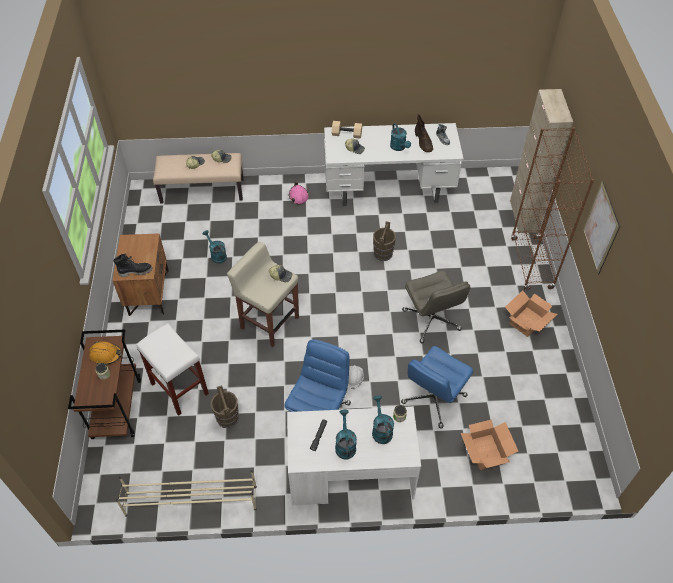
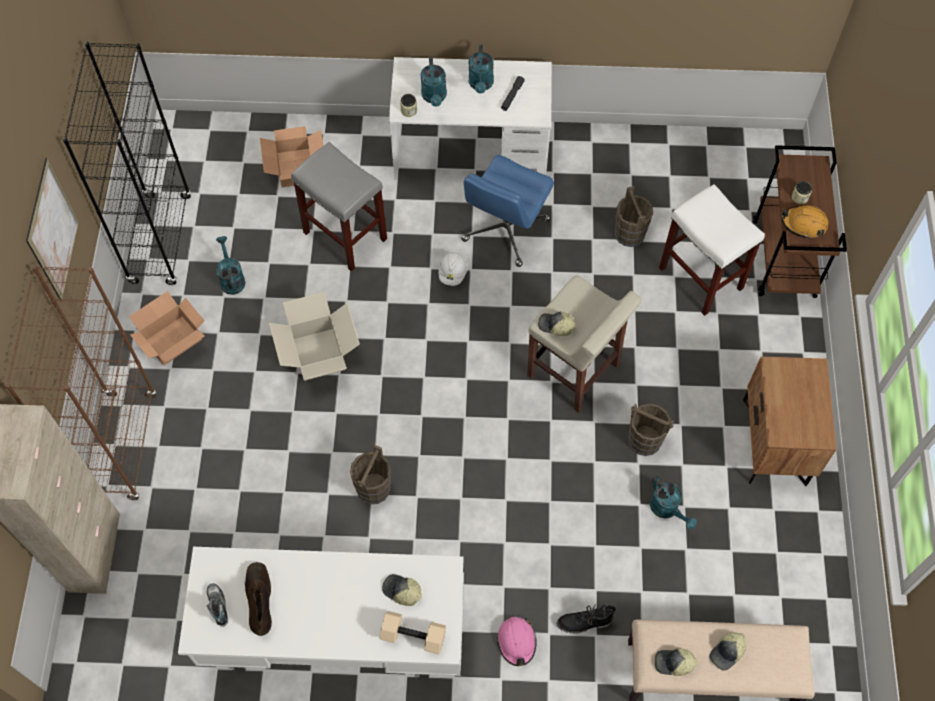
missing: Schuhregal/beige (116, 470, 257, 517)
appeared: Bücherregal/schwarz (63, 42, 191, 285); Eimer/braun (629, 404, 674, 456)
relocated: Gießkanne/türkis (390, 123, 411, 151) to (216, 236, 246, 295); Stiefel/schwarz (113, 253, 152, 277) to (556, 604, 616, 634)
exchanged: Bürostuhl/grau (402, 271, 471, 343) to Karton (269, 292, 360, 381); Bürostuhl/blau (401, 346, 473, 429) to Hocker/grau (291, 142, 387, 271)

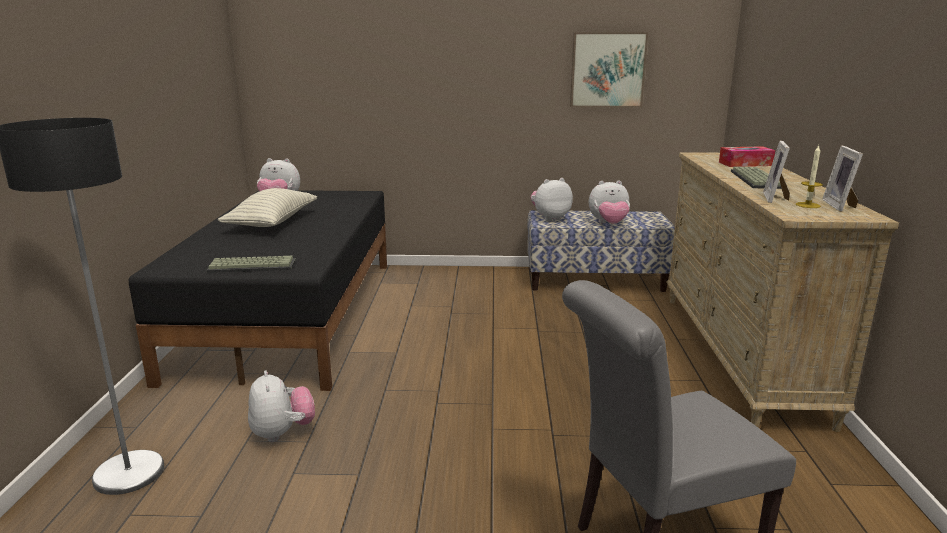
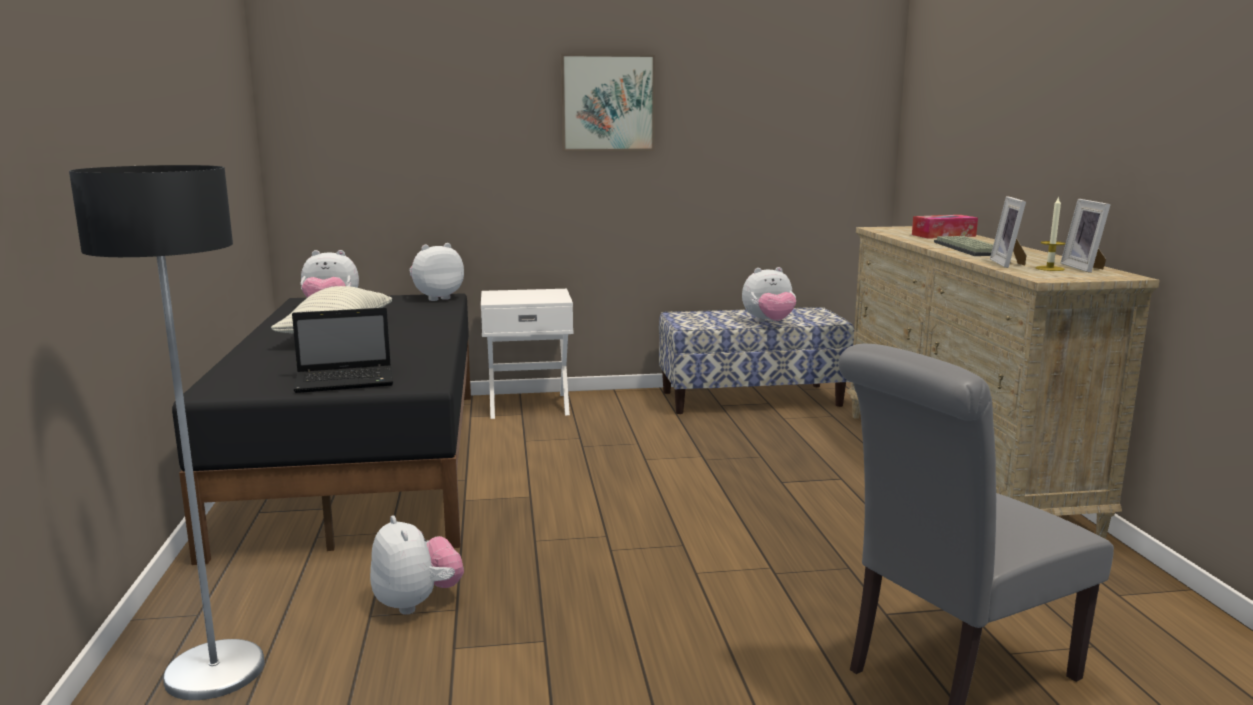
appeared: Nachttisch/weiß (481, 289, 573, 419)
relocated: Plüschtier (530, 178, 573, 221) to (409, 243, 464, 301); Bild (570, 32, 648, 107) to (561, 54, 655, 151)
exchanged: Tastatur (206, 256, 296, 273) to Laptop (292, 307, 393, 393)

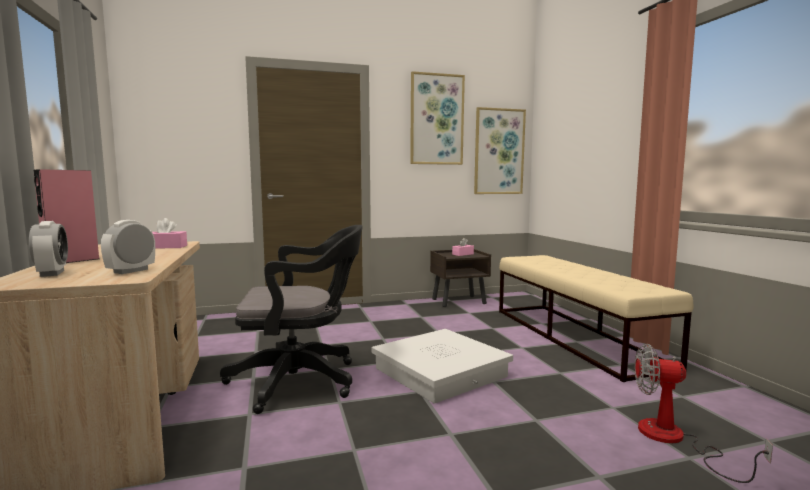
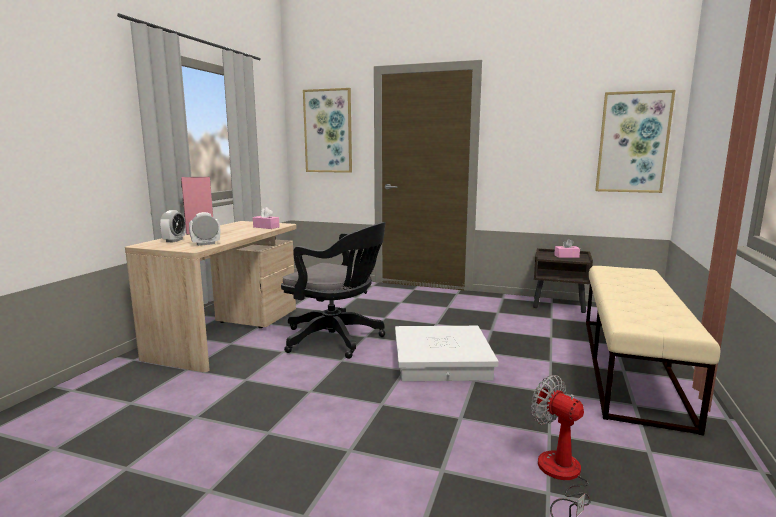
relocated: Bild (410, 71, 465, 165) to (303, 88, 352, 173)

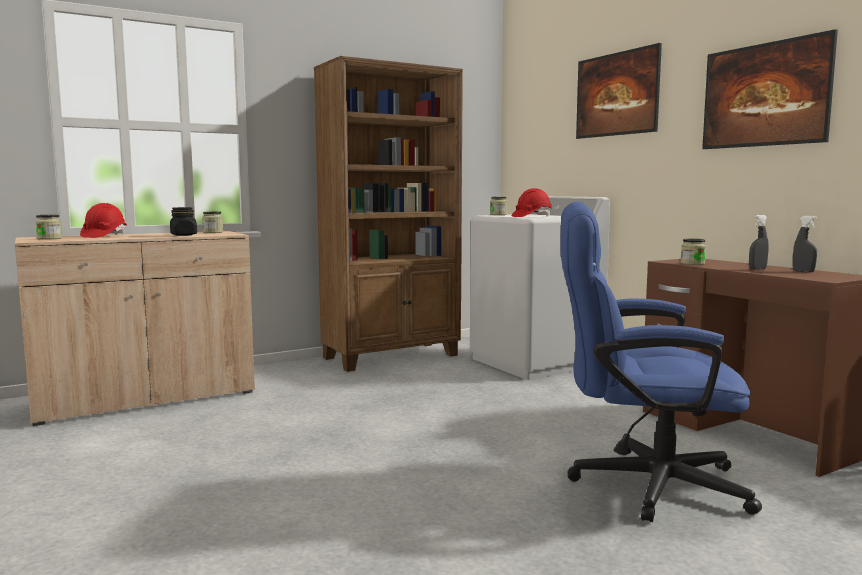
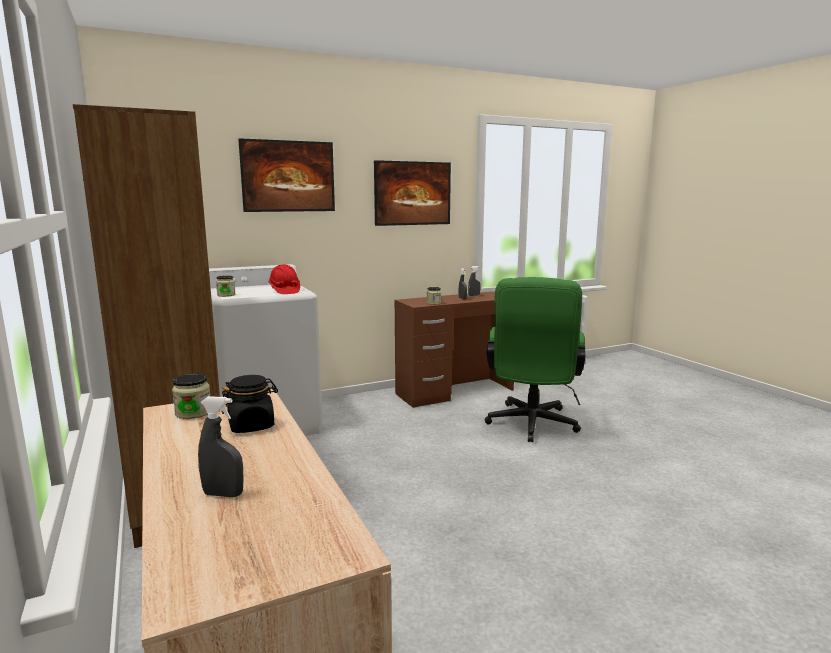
missing: Vorratsglas (35, 215, 62, 240)
exchanged: Schutzhelm/rot (80, 203, 127, 238) to Sprühflasche/grau (198, 396, 243, 497)
colour: Bürostuhl/blau (561, 201, 762, 522) to Bürostuhl/grün (485, 277, 585, 442)

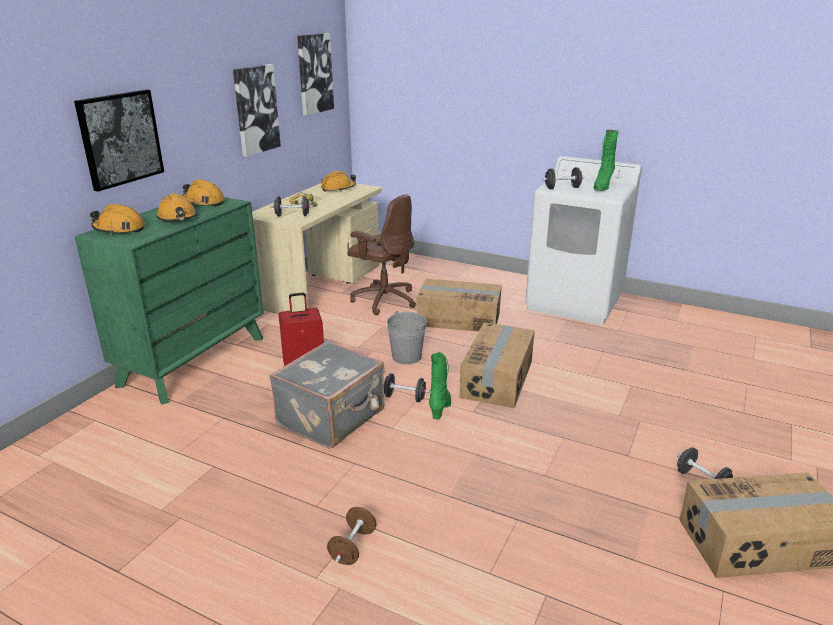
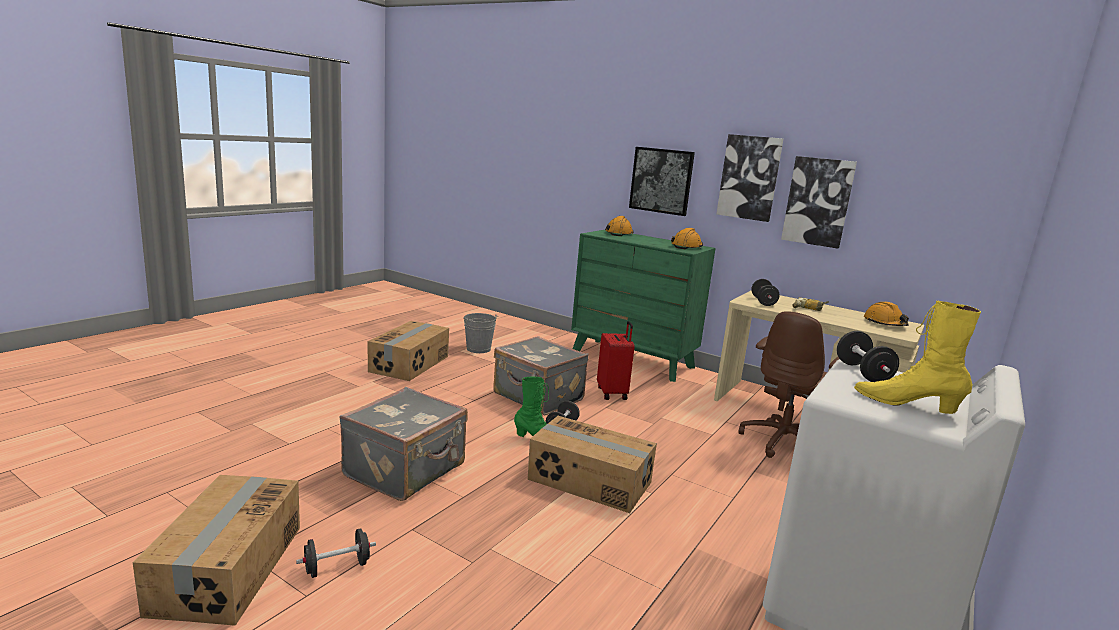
missing: Schutzhelm/orange (156, 194, 197, 221); Hantel/braun (327, 507, 377, 565)
appeared: Koffer/grau (339, 387, 468, 501)
relocated: Karton (417, 279, 502, 332) to (367, 321, 449, 381); Eimer/grau (387, 311, 427, 364) to (463, 313, 498, 353); Bild (297, 33, 334, 116) to (716, 134, 783, 222)
colour: Stiefel/grün (593, 130, 619, 191) to Stiefel/gelb (854, 301, 981, 414)

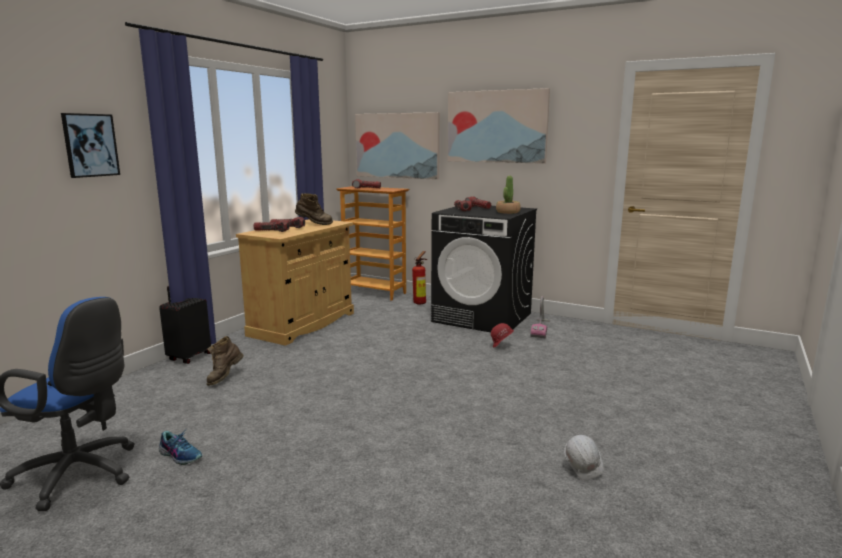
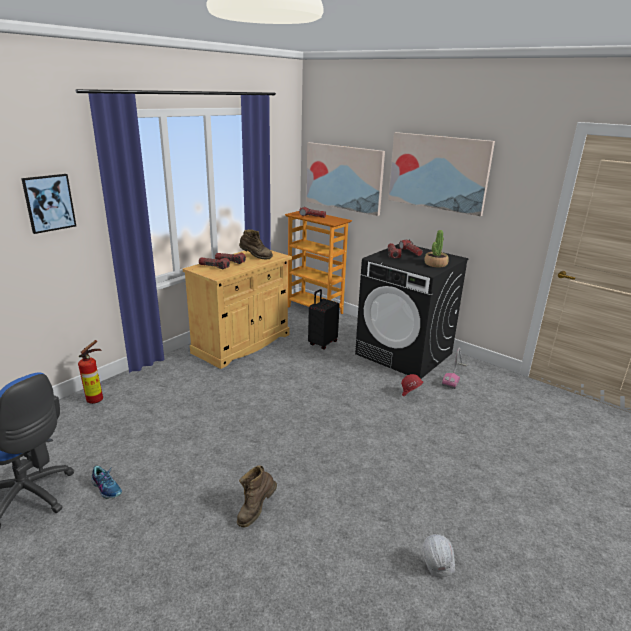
relocated: Feuerlöscher (412, 251, 427, 304) to (78, 340, 103, 404); Stiefel/braun (206, 336, 244, 386) to (237, 465, 277, 527); Koffer/schwarz (159, 286, 211, 364) to (308, 289, 340, 350)

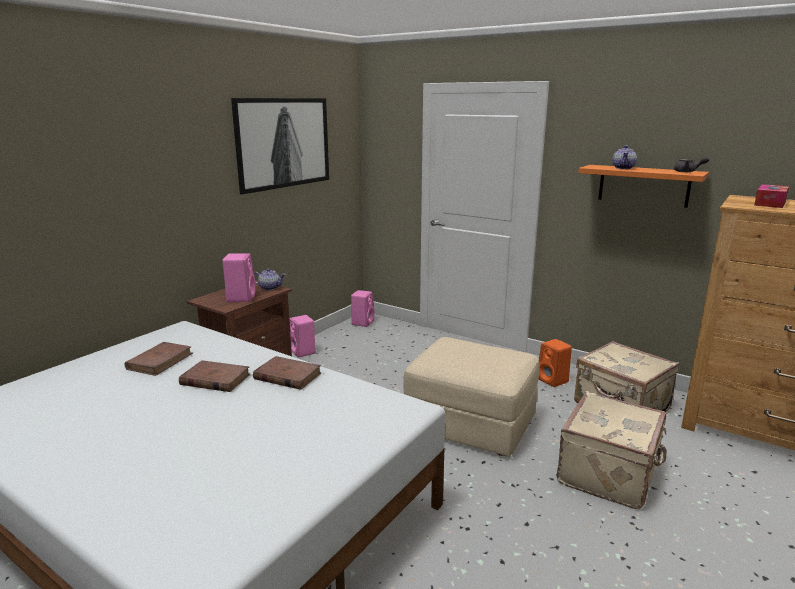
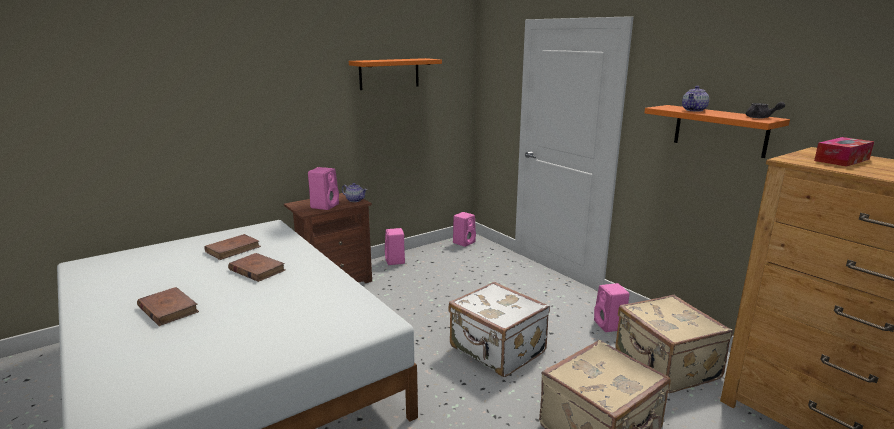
relocated: Buch/braun (253, 356, 321, 390) to (137, 287, 199, 326)
exchanged: Bild (231, 98, 329, 194) to Wandregal/orange (349, 58, 442, 90); Polsterhocker/beige (403, 337, 539, 457) to Koffer/weiß (448, 282, 550, 377)
colour: Lautsprecher/orange (539, 339, 572, 387) to Lautsprecher/rosa (594, 283, 629, 332)

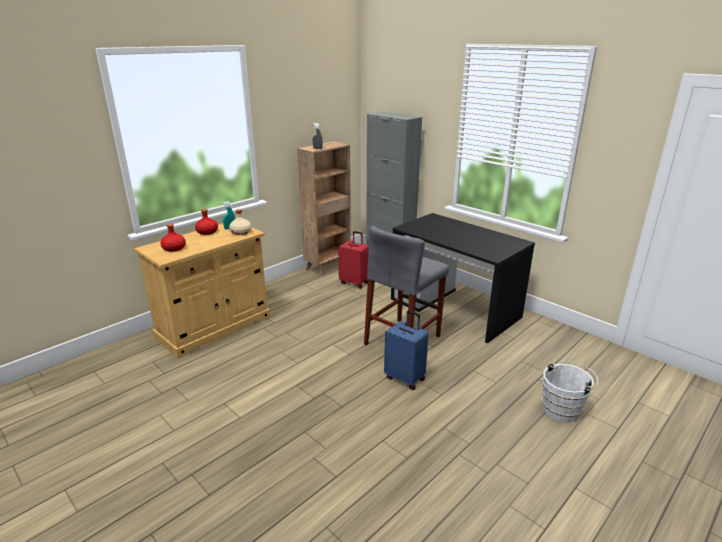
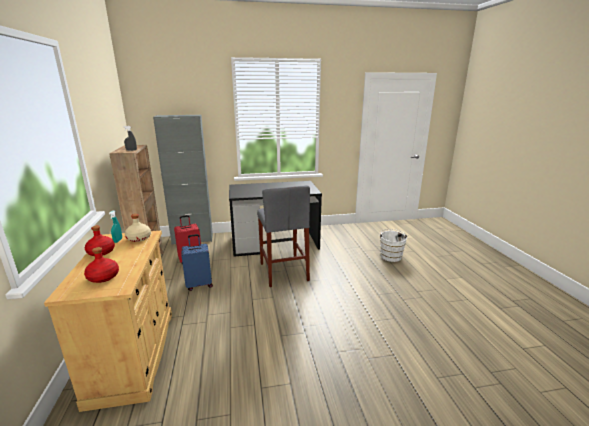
relocated: Koffer/blau (384, 310, 428, 390) to (182, 234, 213, 291)

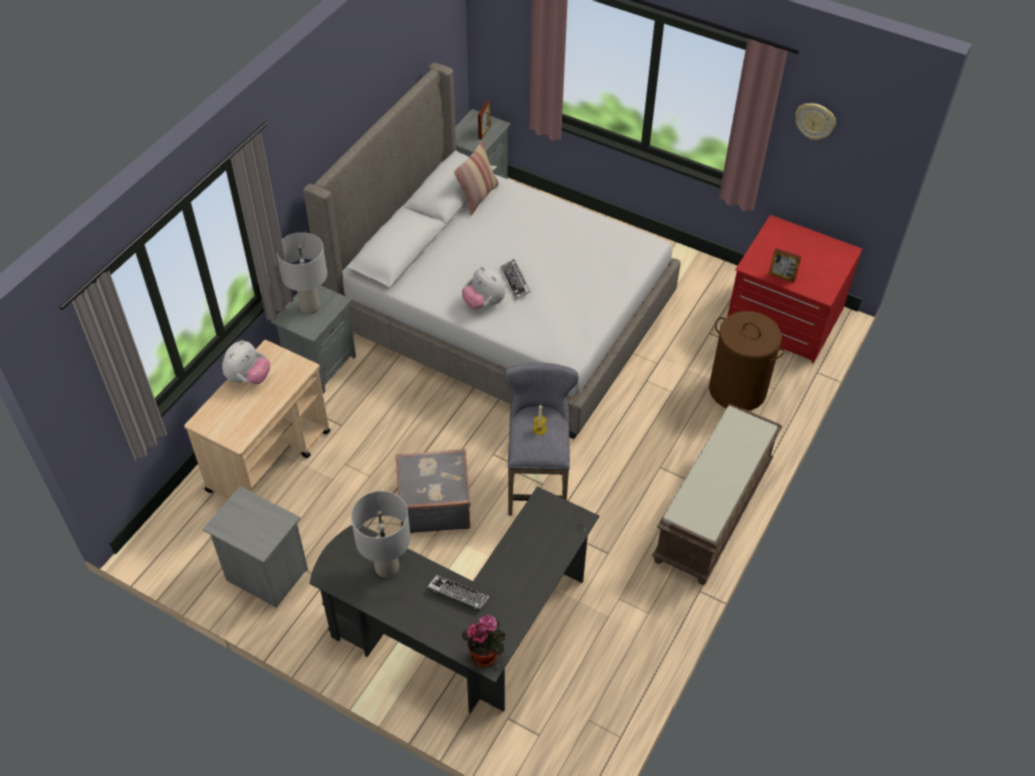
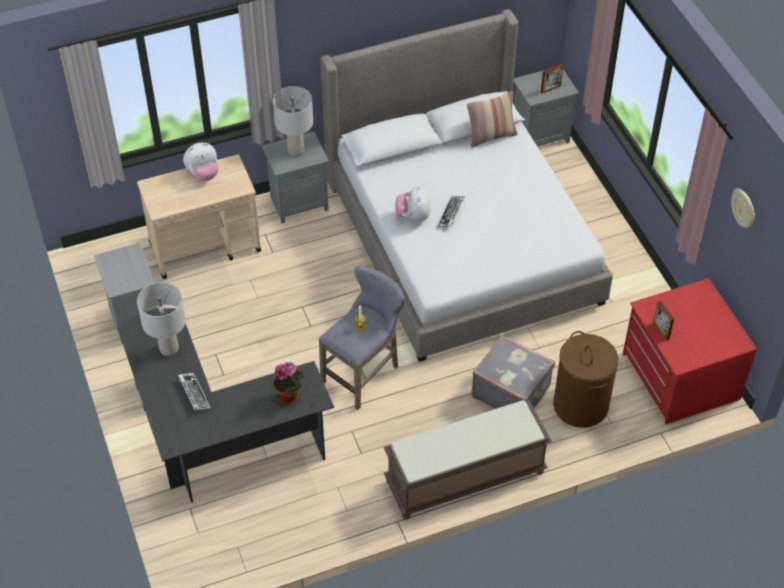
relocated: Topfpflanze (462, 615, 506, 668) to (273, 362, 304, 405); Koffer/grau (396, 449, 471, 533) to (471, 335, 555, 409)

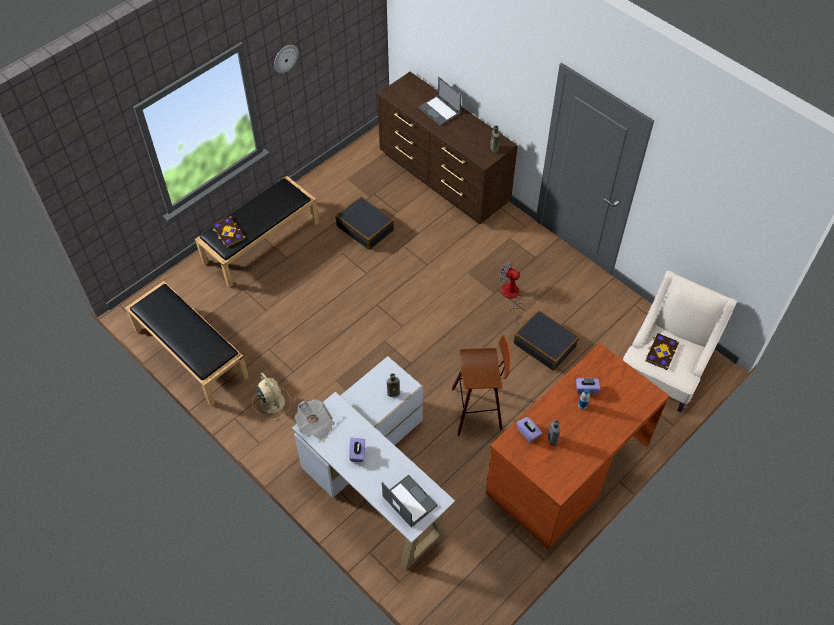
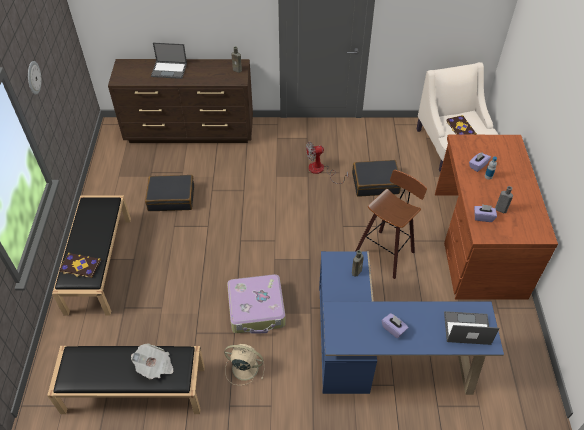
appeared: Koffer (227, 274, 286, 334)
relocated: Zeitung (295, 400, 335, 442) to (131, 343, 174, 379)
colour: Schreibtisch/weiß (292, 356, 455, 570) to Schreibtisch/blau (319, 251, 504, 395)

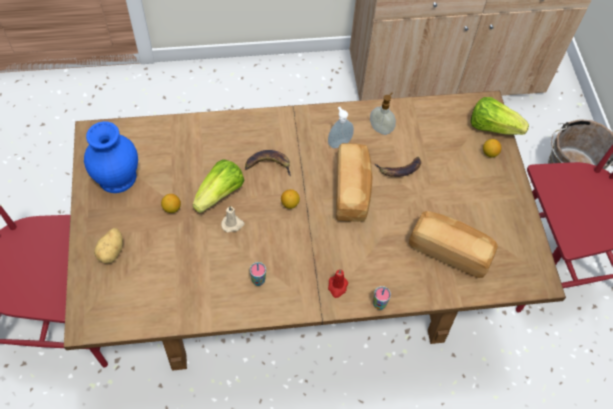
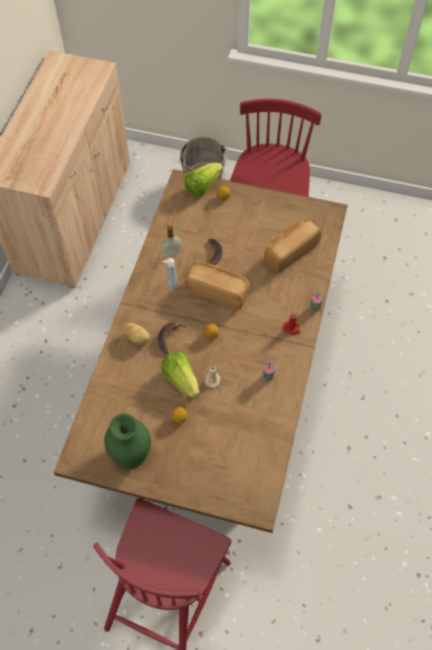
relocated: Kartoffel (94, 228, 123, 264) to (124, 323, 150, 345)
colour: Vase/blau (84, 121, 138, 193) to Vase/grün (104, 414, 151, 468)

